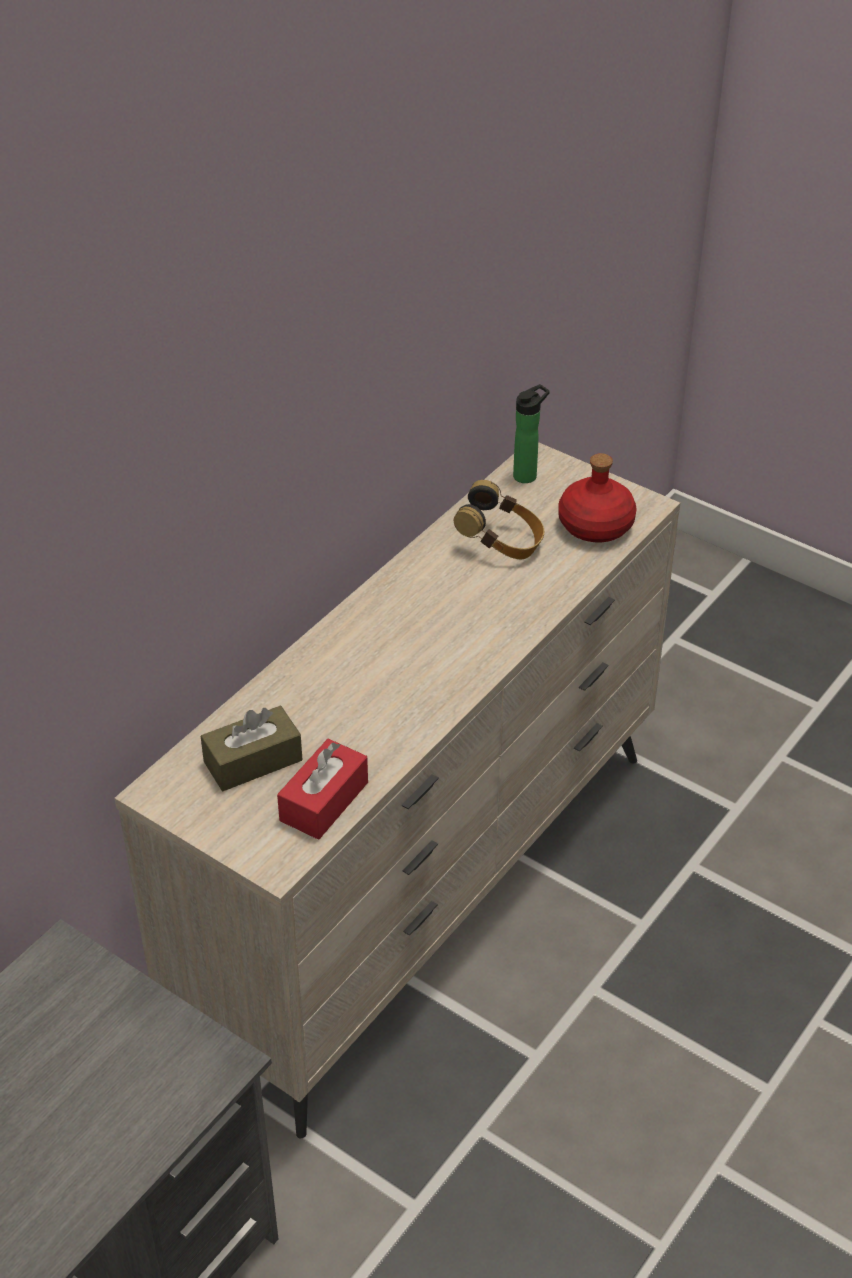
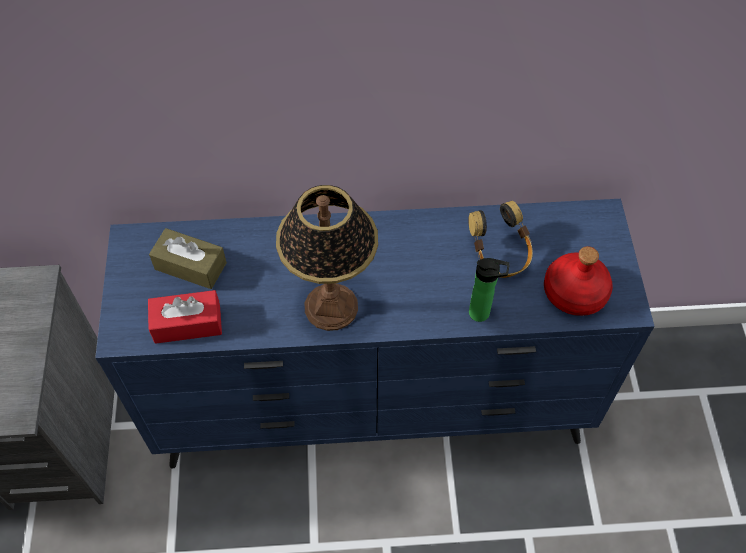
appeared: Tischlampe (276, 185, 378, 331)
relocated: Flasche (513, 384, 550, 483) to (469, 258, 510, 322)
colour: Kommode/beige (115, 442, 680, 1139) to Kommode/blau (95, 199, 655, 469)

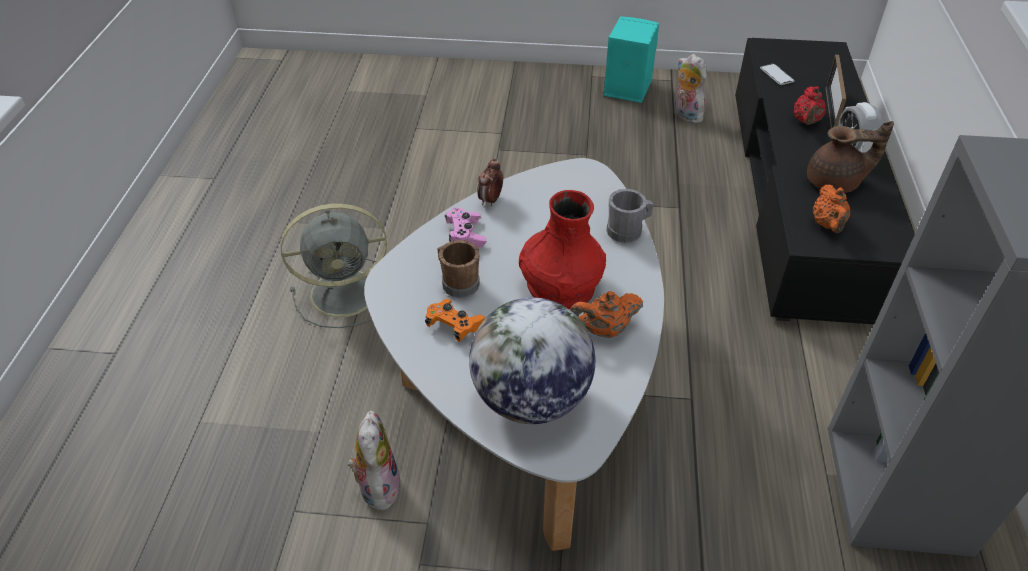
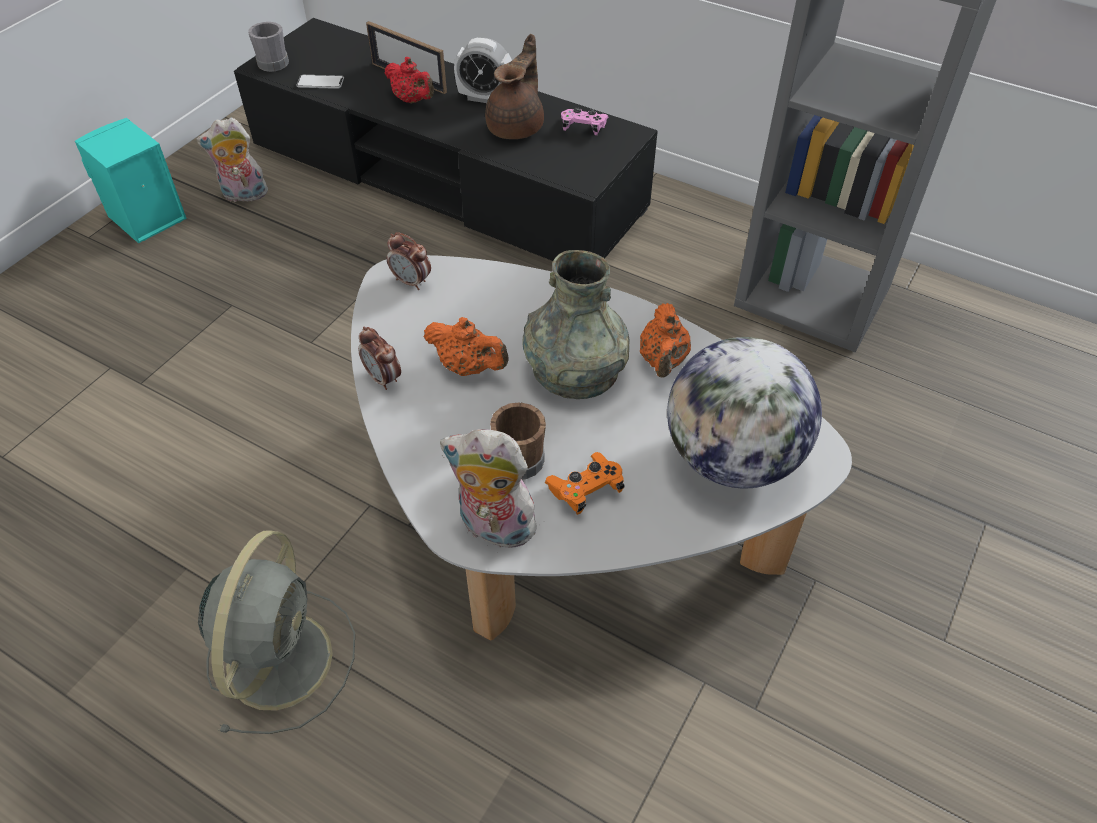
appeared: Wecker (387, 232, 431, 290)
relocated: Henkelbecher/grau (606, 189, 654, 243) to (248, 22, 289, 72); Teekanne/orange (813, 185, 850, 233) to (424, 317, 509, 376); Plüschtier (348, 410, 402, 512) to (440, 429, 542, 548); Gamepad/rosa (445, 208, 487, 248) to (561, 107, 609, 135)
colour: Vase/rot (519, 190, 606, 309) to Vase/grau (522, 250, 630, 399)

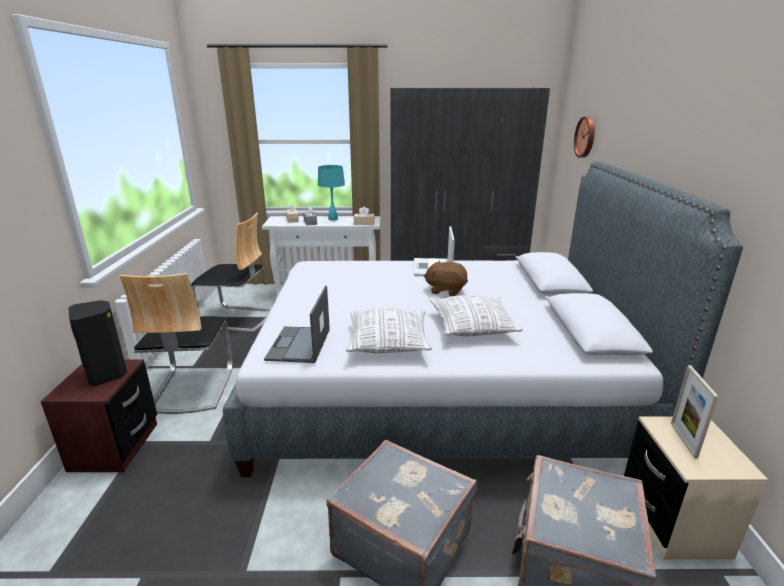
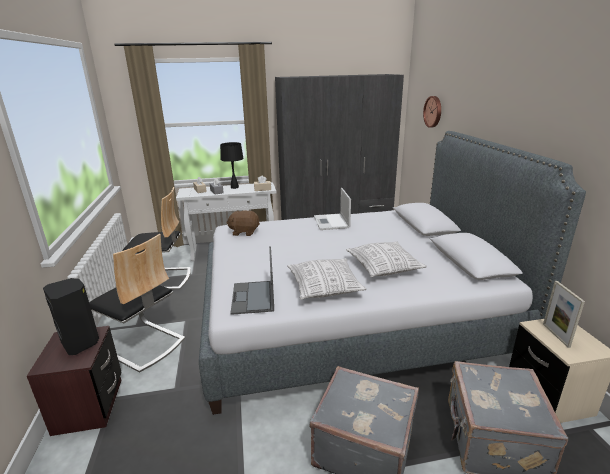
relocated: Plüschtier/braun (424, 261, 468, 296) to (226, 210, 260, 236)
colour: Tischlampe/türkis (318, 165, 345, 220) to Tischlampe/schwarz (220, 142, 244, 189)
spun: Stuhl (120, 273, 233, 414) = (89, 233, 185, 373) 45 degrees counterclockwise

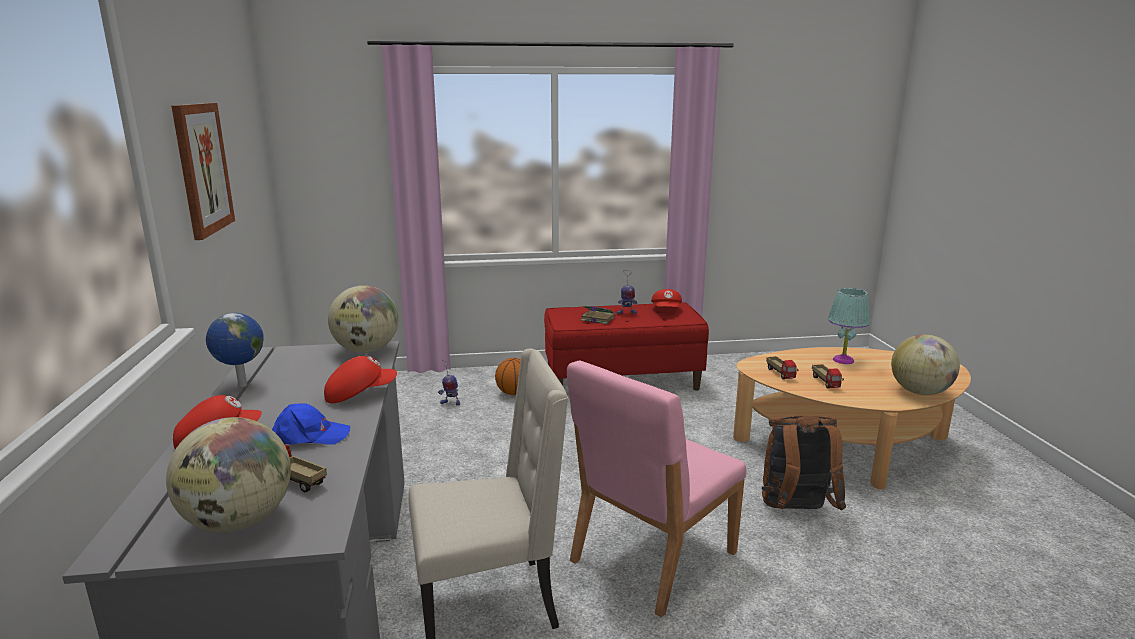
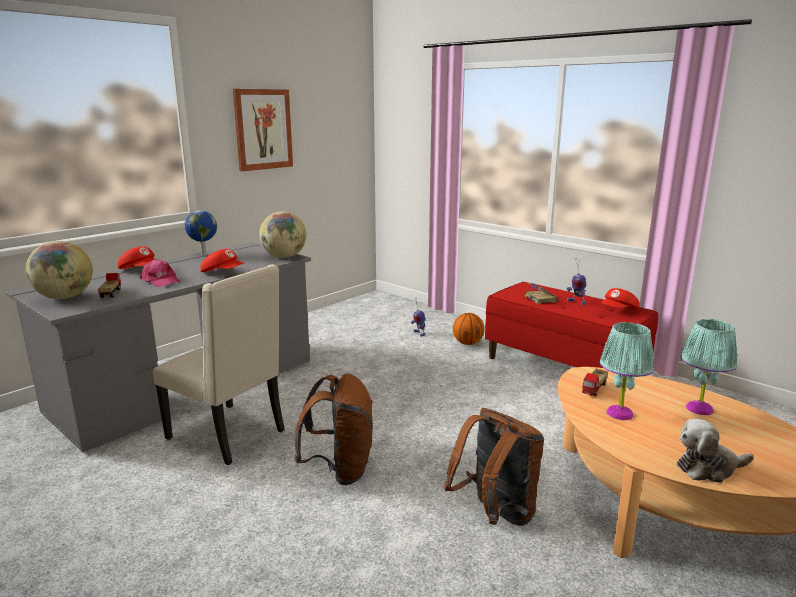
exchanged: Stuhl/rosa (567, 361, 746, 617) to Rucksack/braun (294, 374, 373, 485); Spielzeuglaster (812, 364, 844, 388) to Tischlampe/türkis (600, 322, 654, 420); Globus (891, 334, 960, 395) to Plüschtier (677, 419, 754, 483)
colour: Kappe/blau (272, 404, 350, 445) to Kappe/rosa (140, 259, 180, 287)

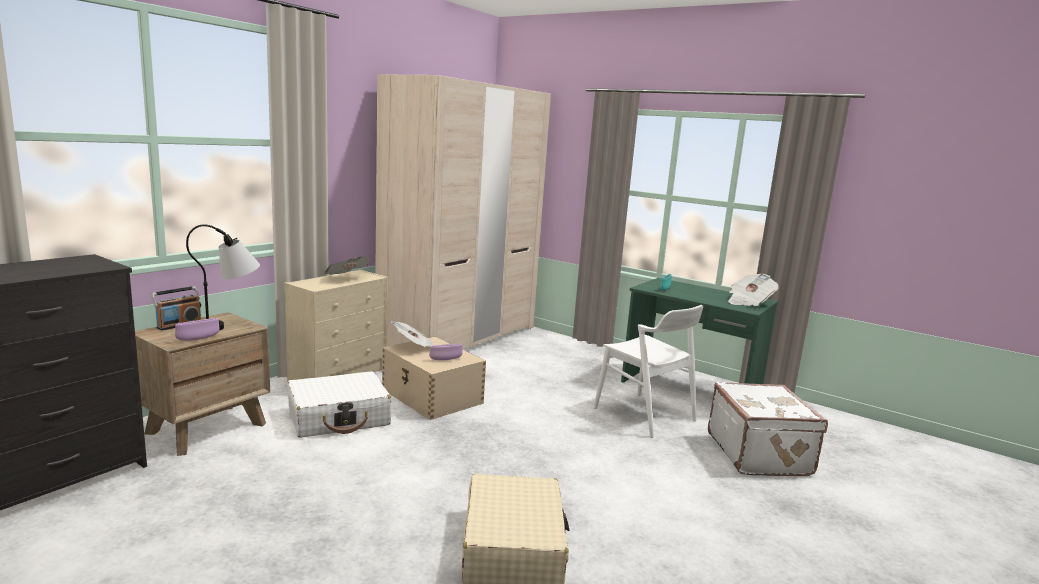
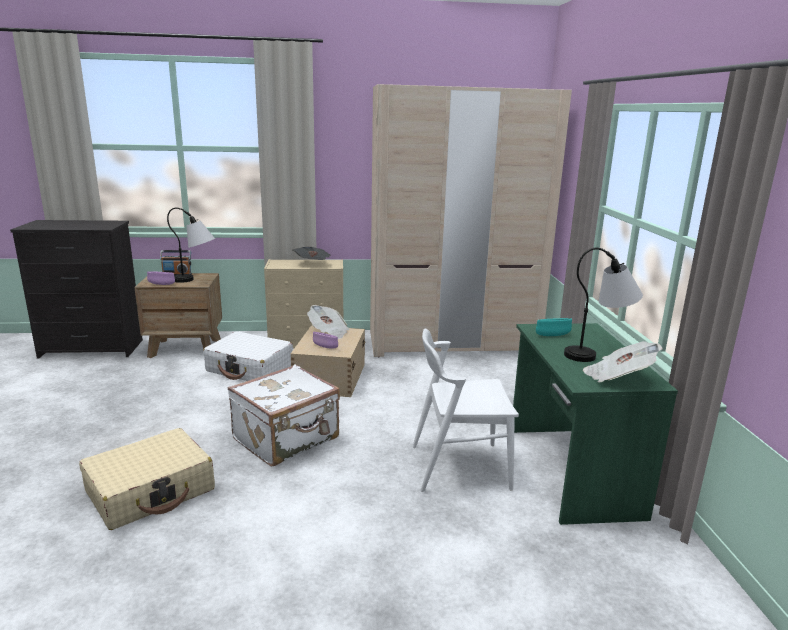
appeared: Tischlampe (564, 248, 643, 362)
relocated: Koffer/weiß (708, 382, 828, 476) to (228, 364, 340, 466)
spun: Stuhl/weiß (594, 305, 703, 438) = (412, 328, 519, 492) 75 degrees clockwise

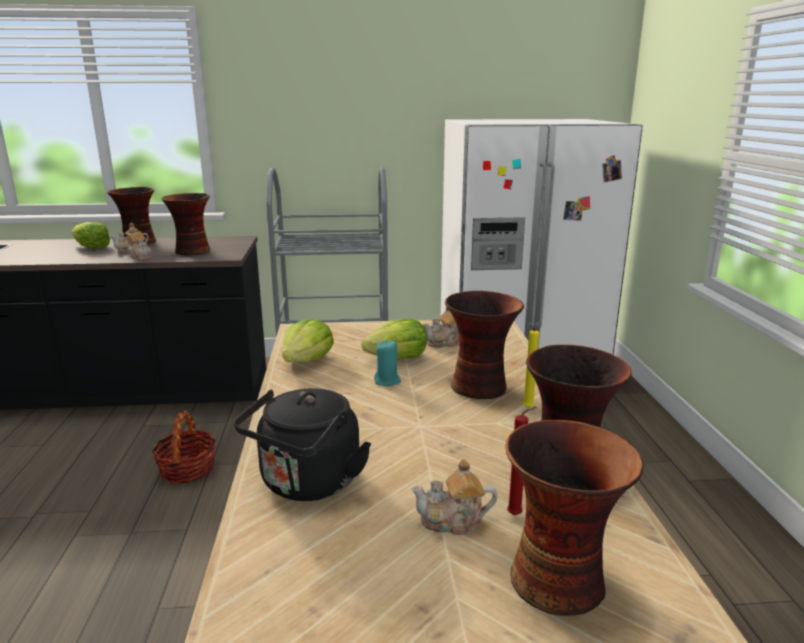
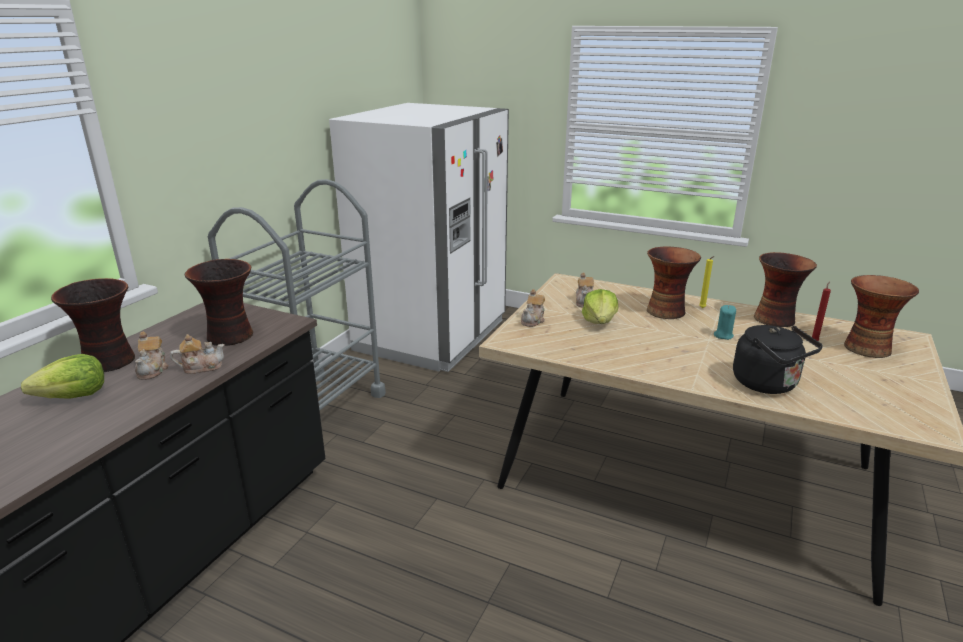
missing: Korb (151, 410, 216, 484); Salatkopf (282, 319, 334, 363)
relocated: Teekanne (411, 459, 498, 535) to (521, 289, 545, 327); Kerze/türkis (374, 340, 401, 386) to (714, 305, 736, 340)

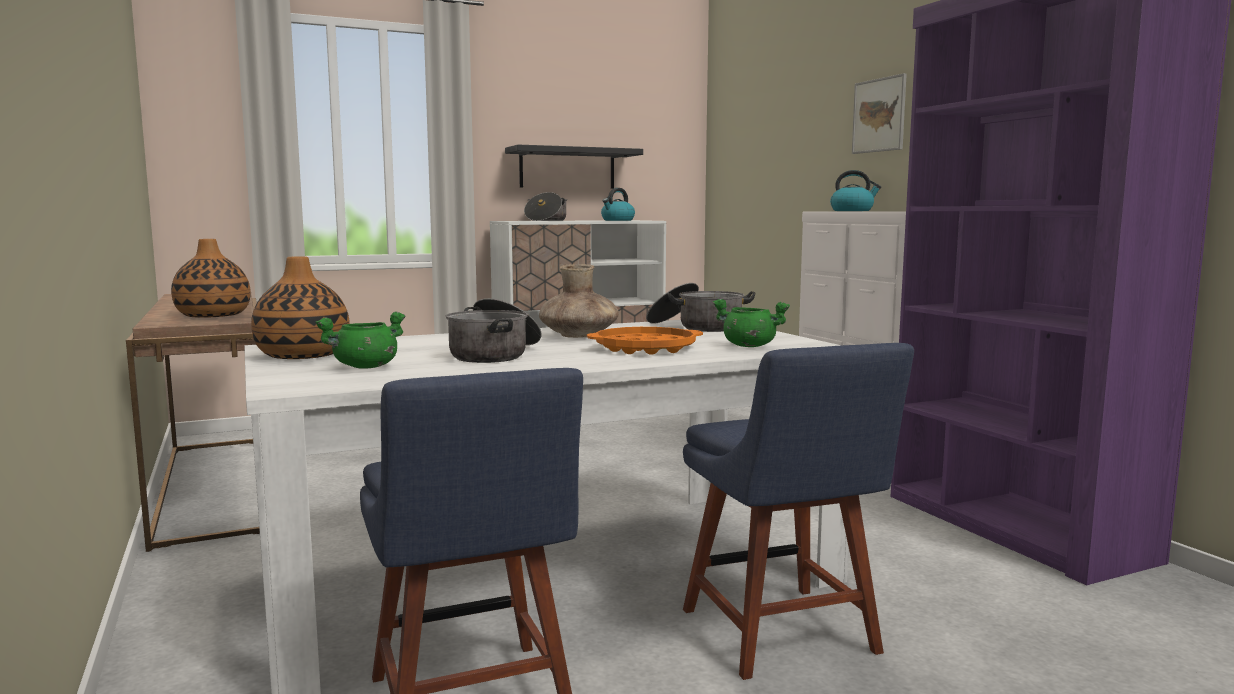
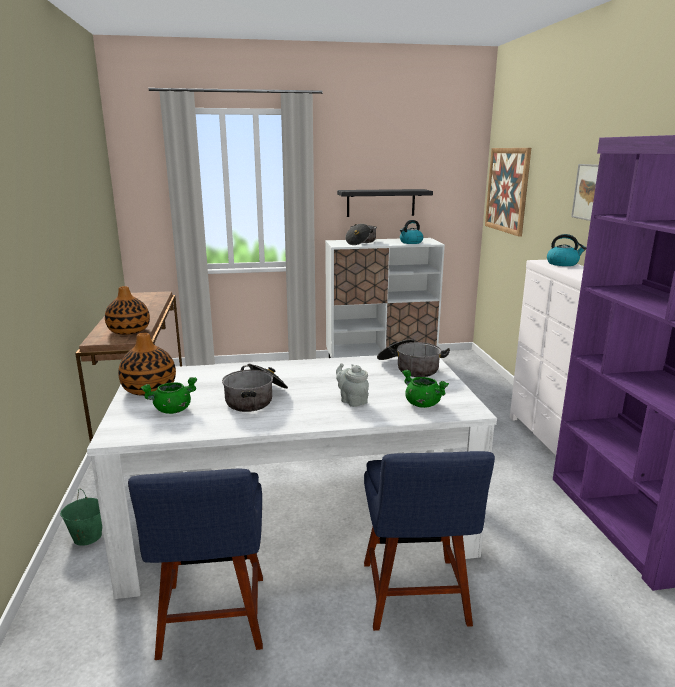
missing: Vase/braun (539, 264, 619, 338)
appeared: Eimer/grün (60, 489, 102, 546); Bild (485, 148, 531, 237)
exchanged: Tablett/orange (587, 327, 703, 355) to Teekanne/grau (336, 363, 369, 407)

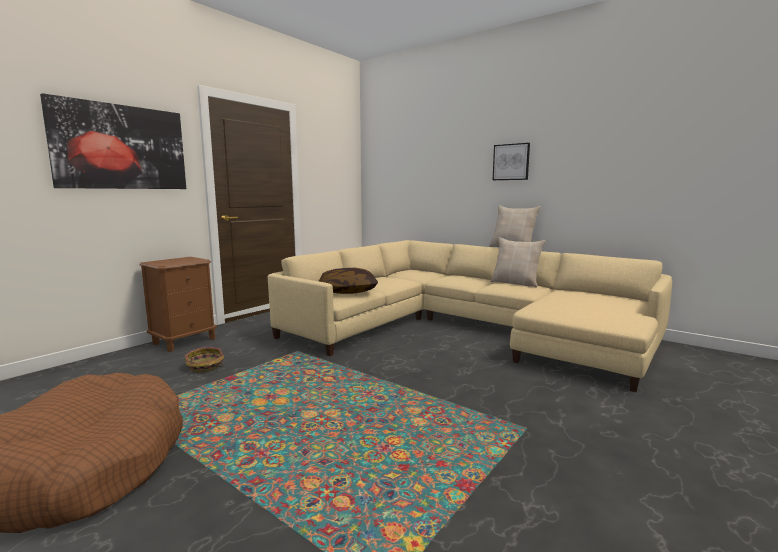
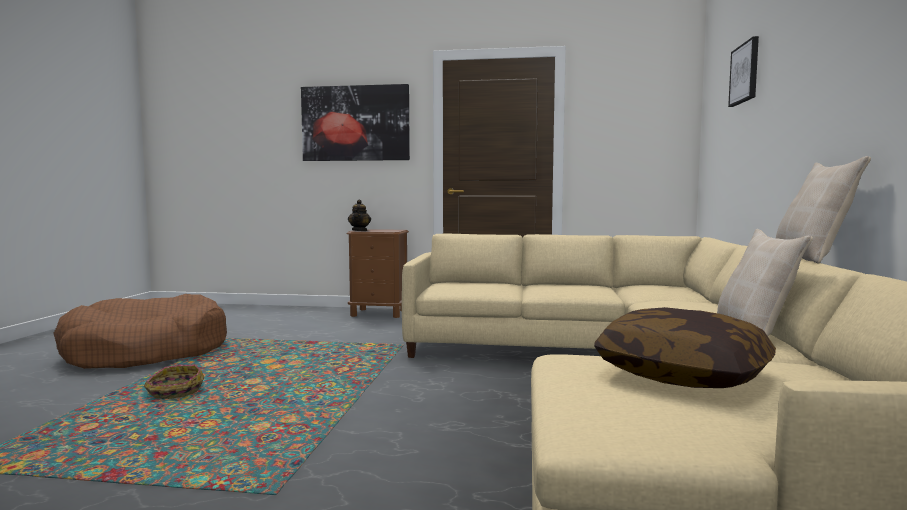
appeared: Teekanne (348, 200, 371, 231)
relocated: Korb (185, 347, 224, 373) to (144, 365, 204, 399); Kissen (319, 268, 378, 294) to (594, 307, 776, 388); Bild (493, 143, 530, 180) to (728, 36, 759, 107)

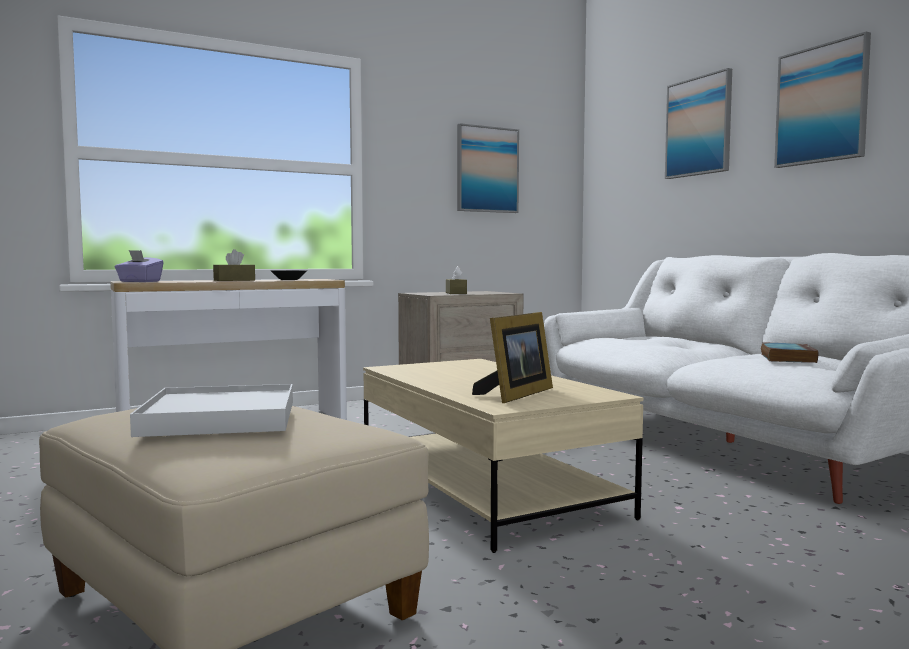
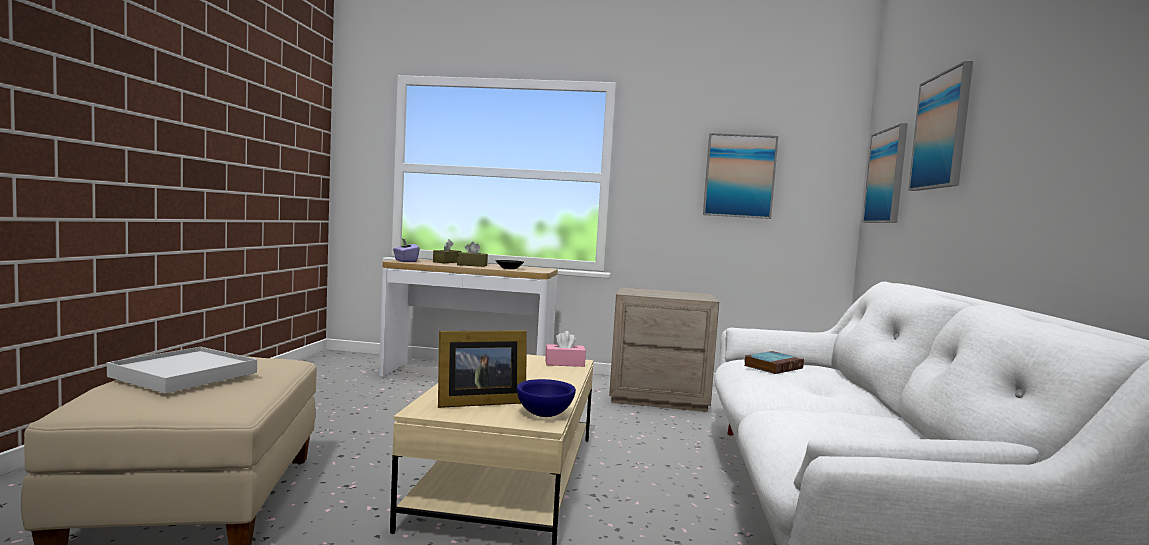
appeared: Schüssel/blau (517, 379, 576, 417); Taschentuchbox/rosa (545, 331, 586, 367)
relocated: Taschentuchbox/braun (446, 266, 467, 294) to (433, 240, 461, 263); Buch (761, 342, 818, 363) to (744, 351, 804, 374); Bild (774, 31, 871, 168) to (862, 123, 908, 223)

